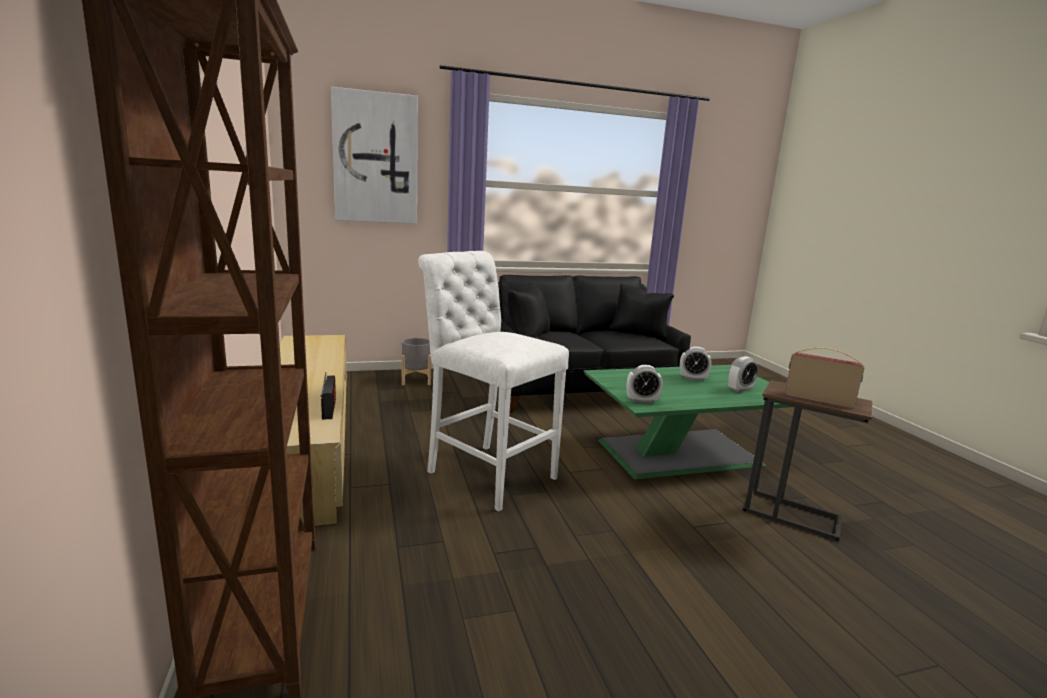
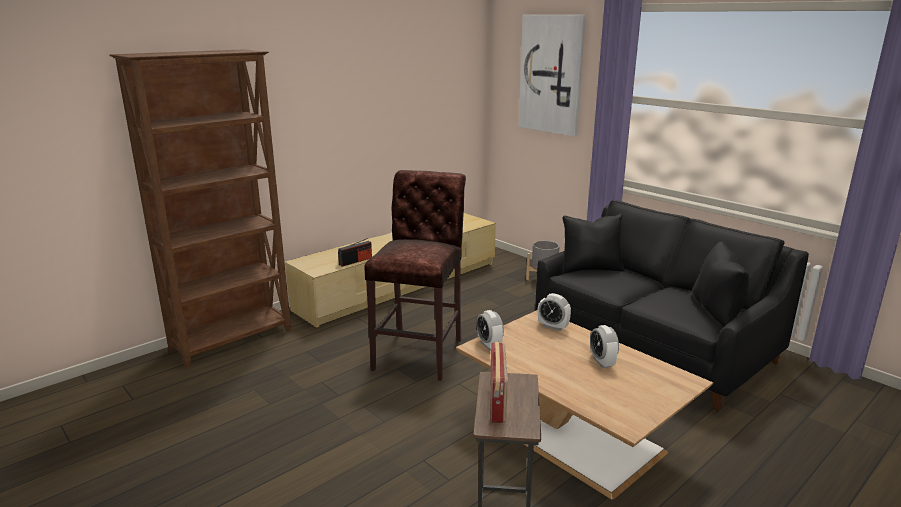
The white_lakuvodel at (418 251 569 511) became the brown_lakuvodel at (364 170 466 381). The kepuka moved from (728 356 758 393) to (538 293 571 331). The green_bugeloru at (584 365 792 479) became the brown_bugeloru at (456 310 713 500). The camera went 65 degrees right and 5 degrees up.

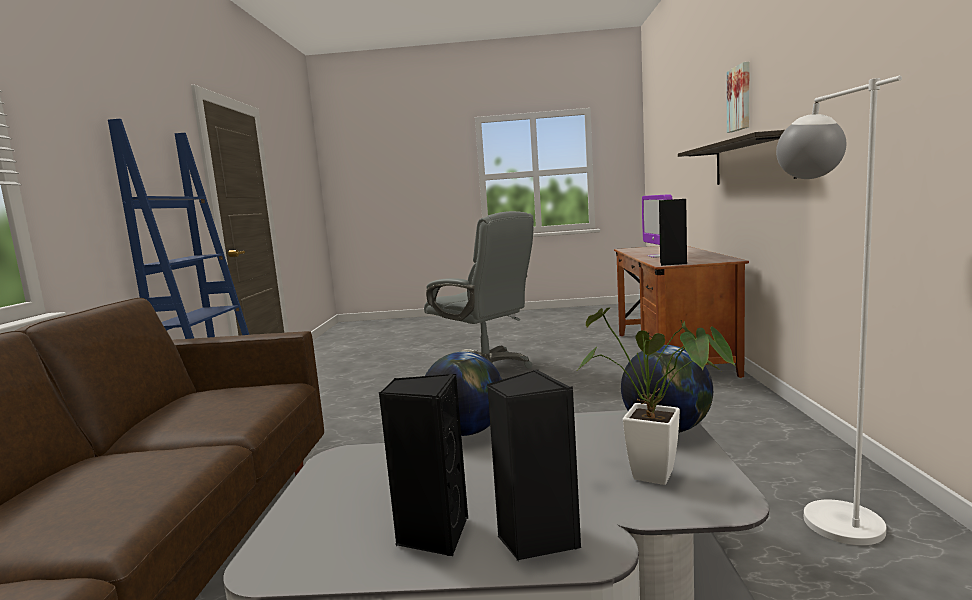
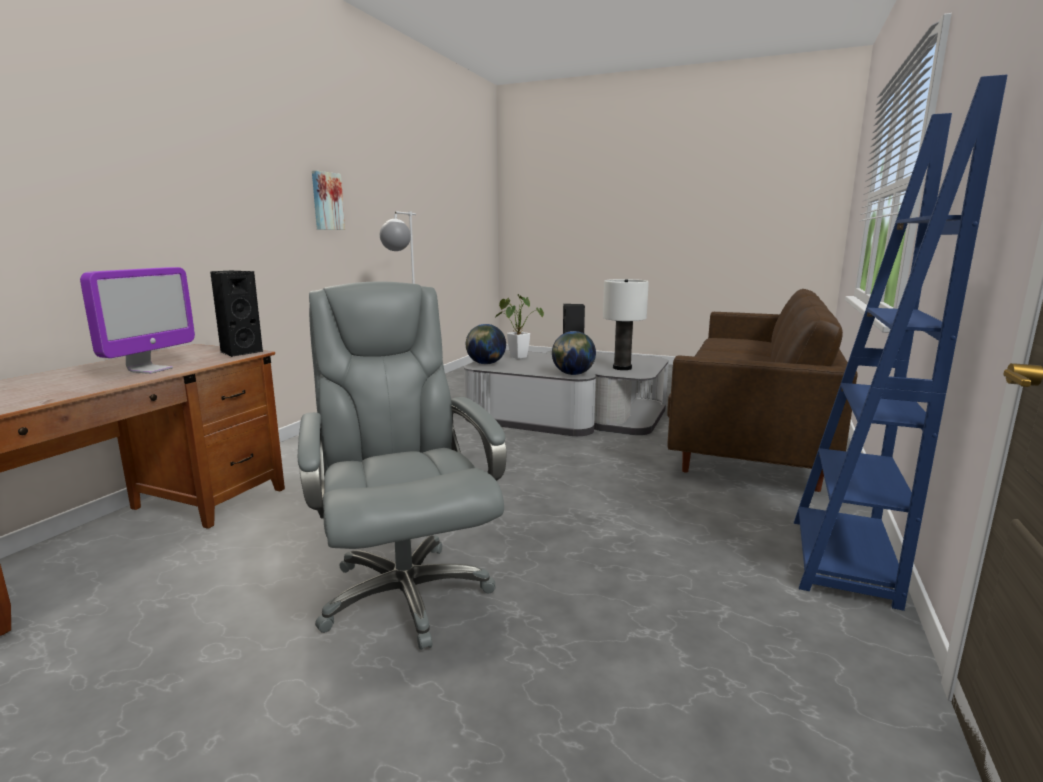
The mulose moved from (727 62 749 133) to (312 170 345 230). The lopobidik at (678 130 796 185) disappeared. The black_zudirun at (378 374 468 556) disappeared. The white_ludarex at (603 279 649 370) appeared. The camera went 160 degrees left and 5 degrees up.

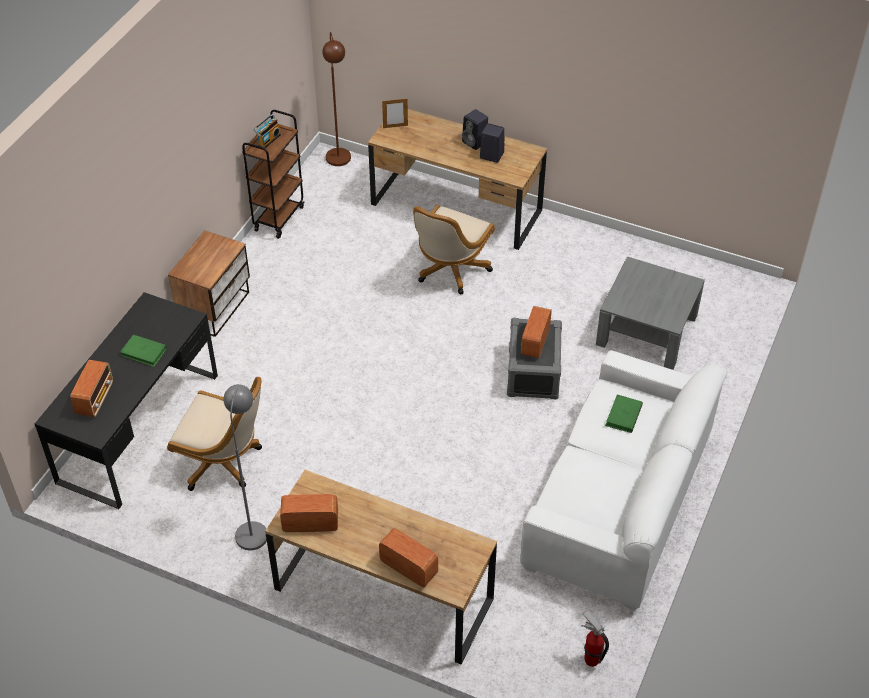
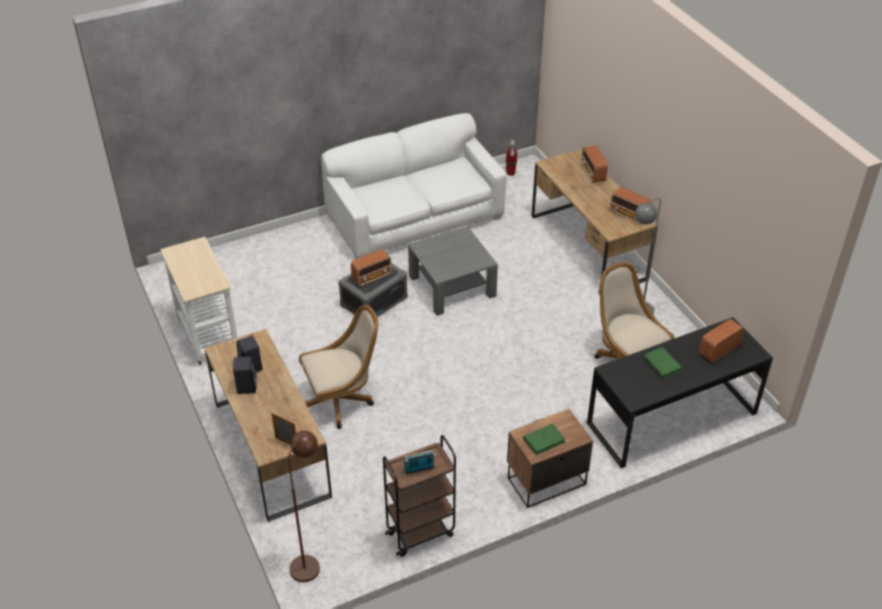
The grey_bugeloru moved from (596 257 705 370) to (408 226 498 316). The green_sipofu moved from (605 394 643 433) to (523 423 566 455). The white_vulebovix at (160 237 238 364) appeared. The camera went 140 degrees left and 5 degrees down.

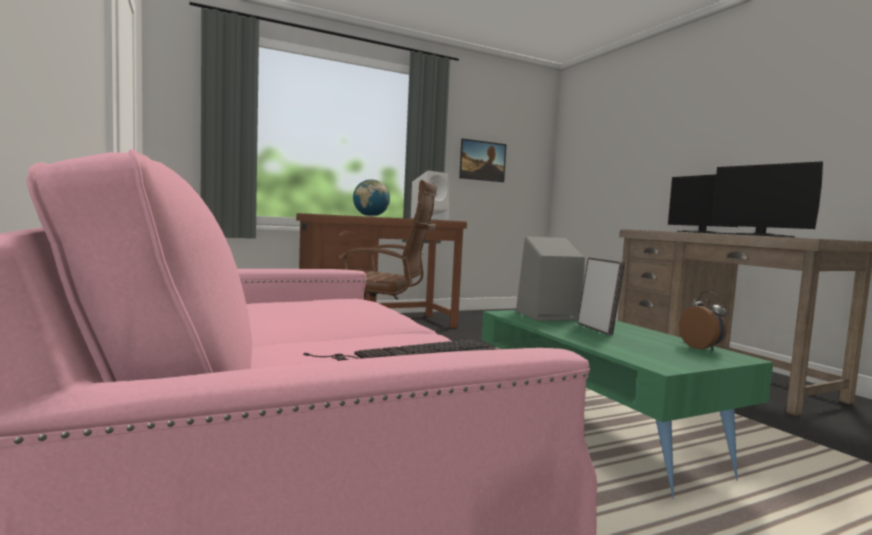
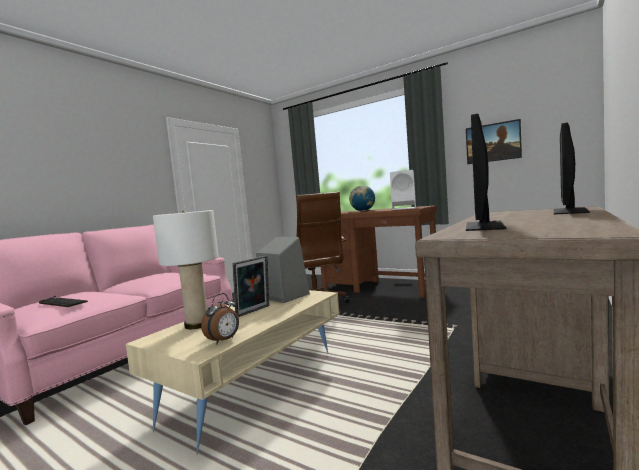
The green_bugeloru at (481 310 773 499) became the beige_bugeloru at (126 290 340 454). The white_ludarex at (153 210 219 329) appeared. The camera went 60 degrees right and 0 degrees up.

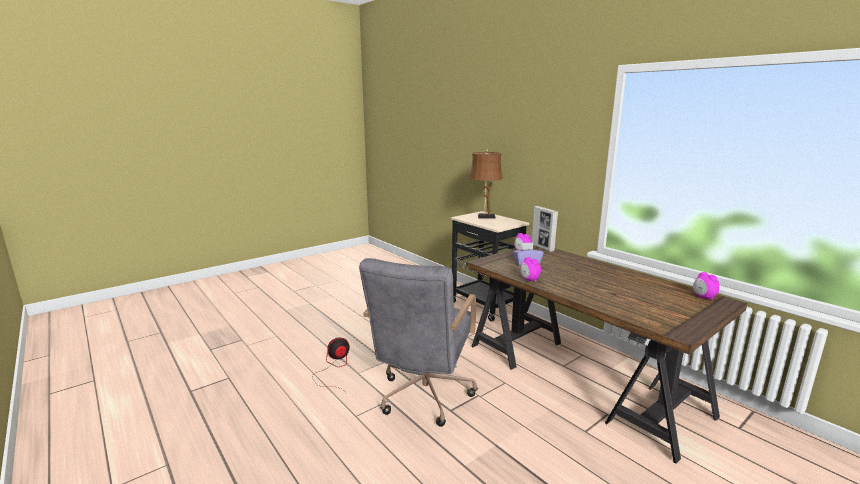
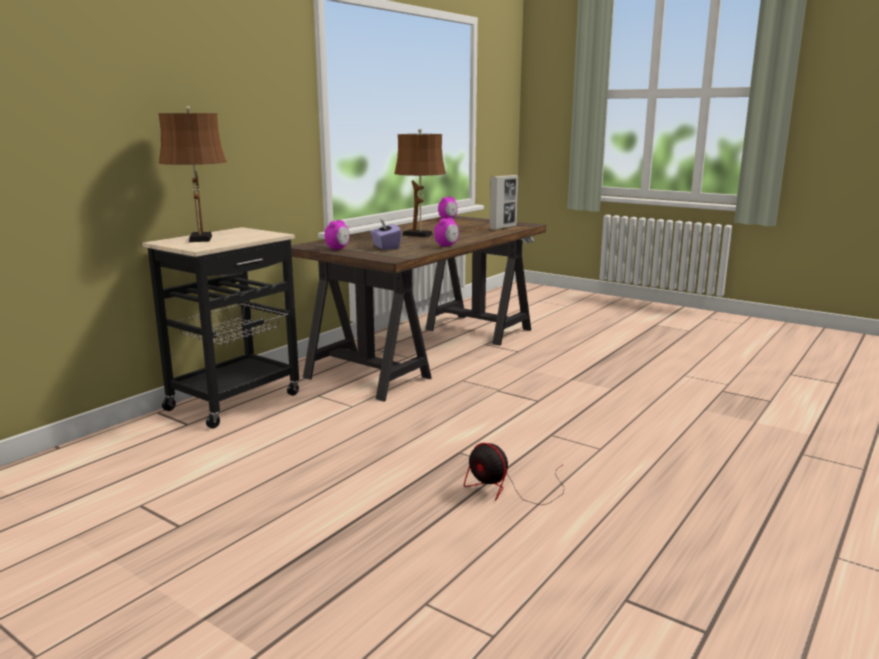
The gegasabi moved from (532 206 558 252) to (489 175 518 230). The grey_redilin at (359 258 478 427) disappeared. The brown_ludarex at (394 129 446 237) appeared. The camera went 105 degrees left and 0 degrees up.

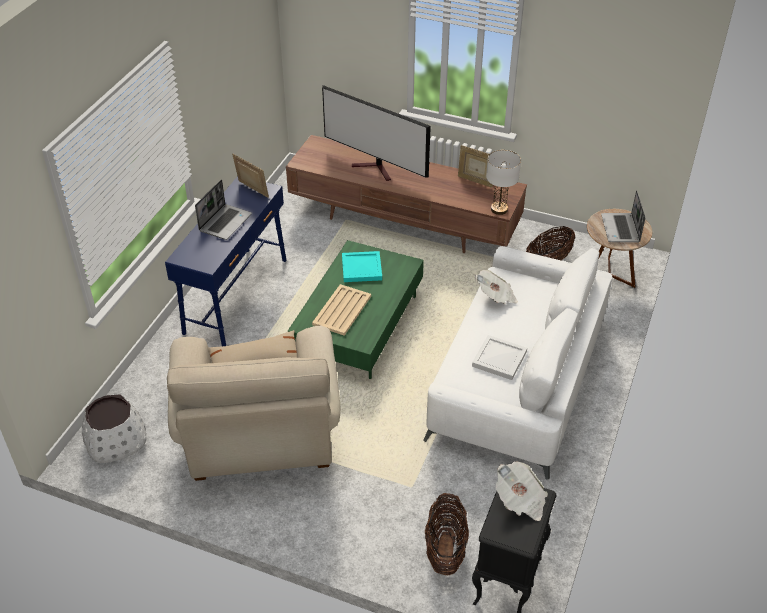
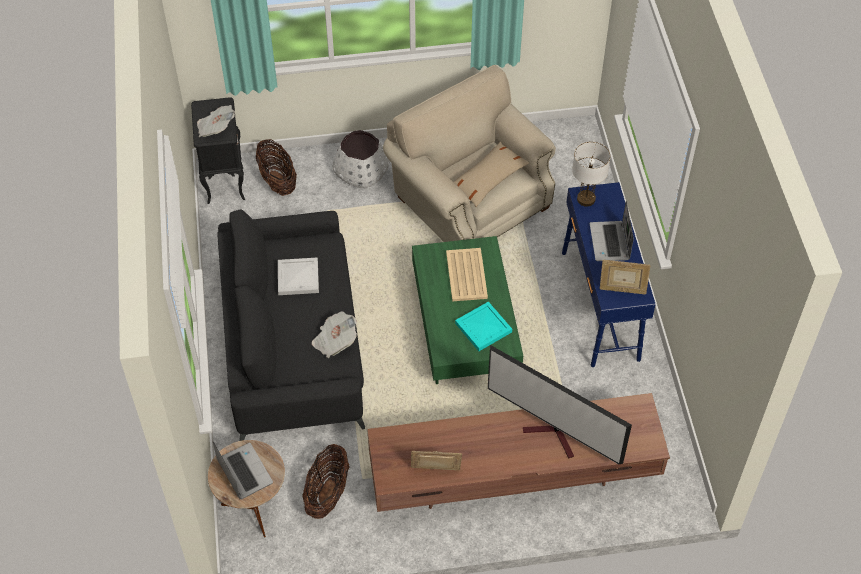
The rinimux at (322 85 431 181) turned 150 degrees counterclockwise. The ludarex moved from (486 150 521 215) to (572 142 611 207). The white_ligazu at (423 246 612 480) became the black_ligazu at (217 210 365 441). The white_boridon moved from (82 395 146 463) to (332 130 390 188). The camera went 150 degrees right and 10 degrees up.

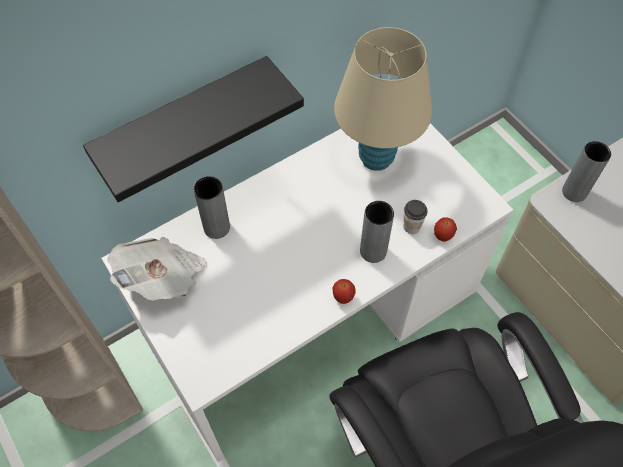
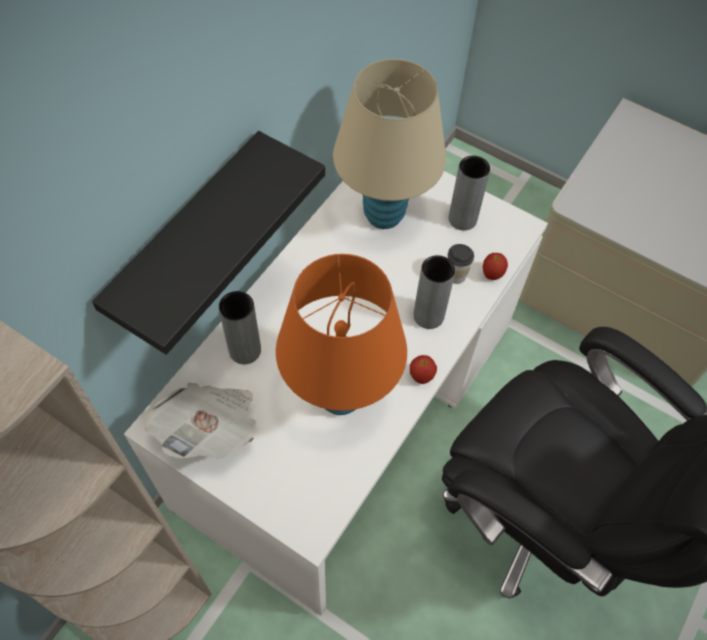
The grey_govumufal moved from (562 141 611 202) to (449 156 490 230). The orange_ludarex at (276 254 407 415) appeared. The camera went 25 degrees left and 0 degrees up.

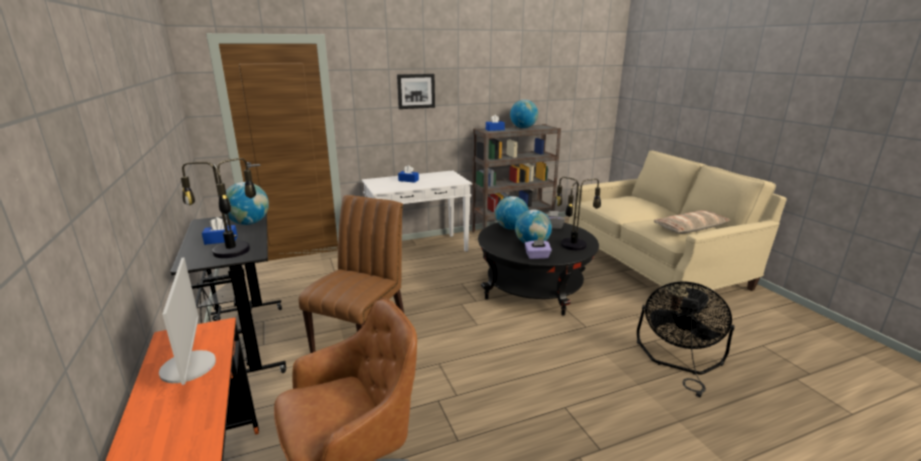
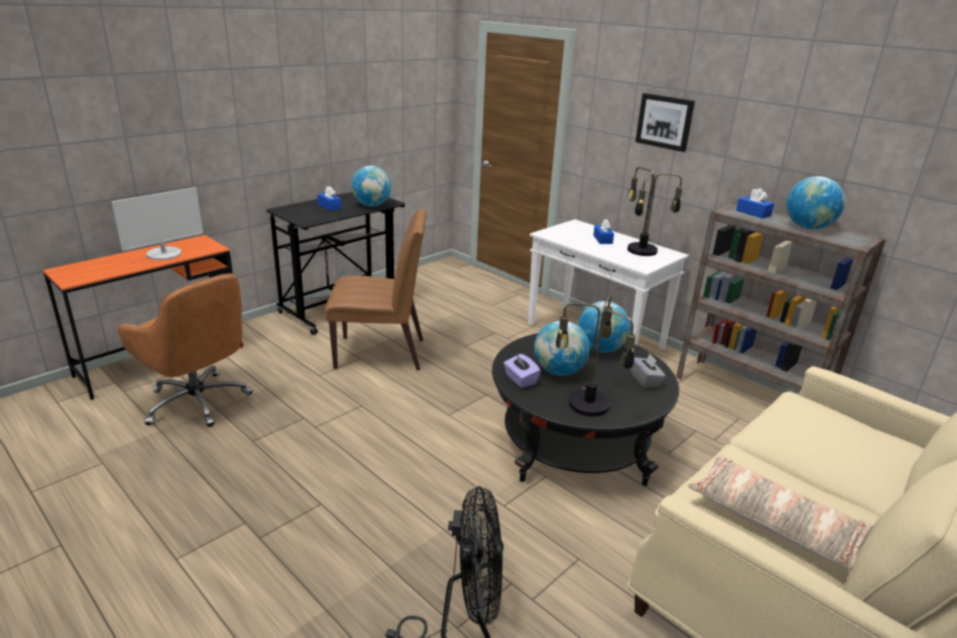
The ludarex moved from (181 158 256 258) to (627 167 683 256). The camera went 65 degrees right and 5 degrees up.

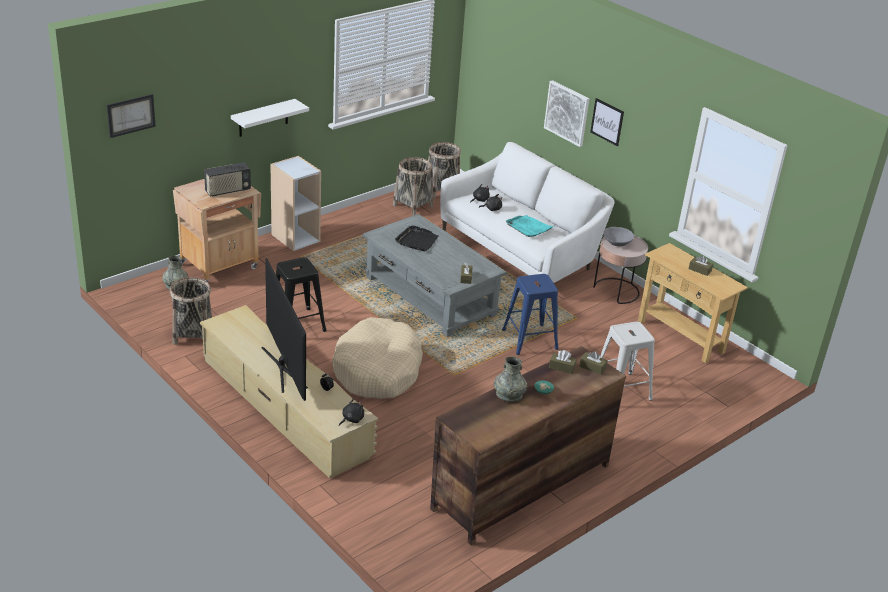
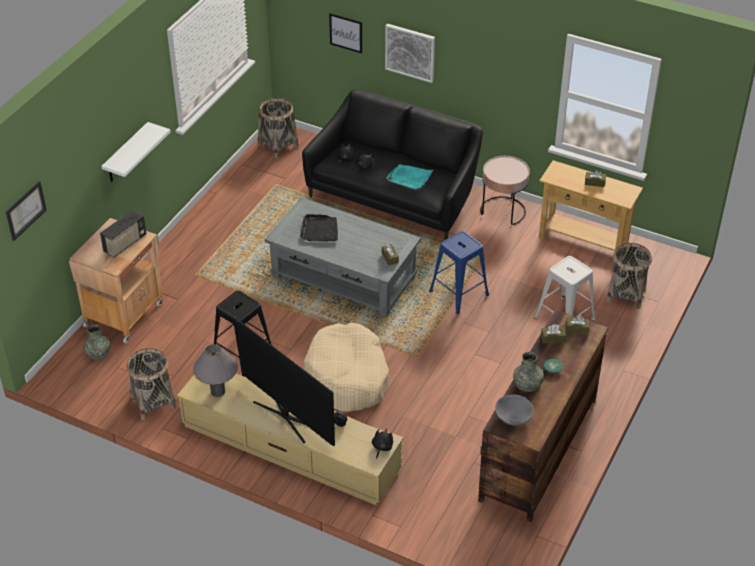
The mulose moved from (590 98 624 146) to (329 13 362 53). The white_ligazu at (440 142 614 283) became the black_ligazu at (302 89 483 240). The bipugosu at (270 156 321 251) disappeared. The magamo moved from (393 157 433 216) to (606 243 652 309). The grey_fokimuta moved from (603 227 634 246) to (495 395 534 425). The grey_ludarex at (193 344 238 397) appeared. The camera went 20 degrees left and 10 degrees up.

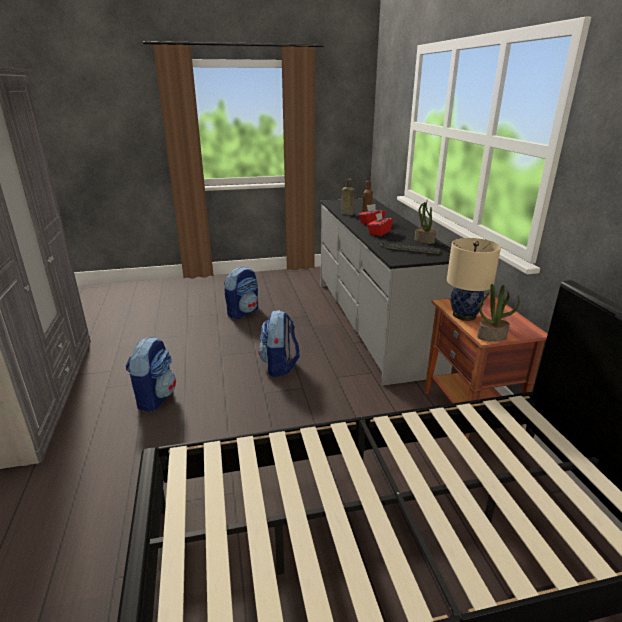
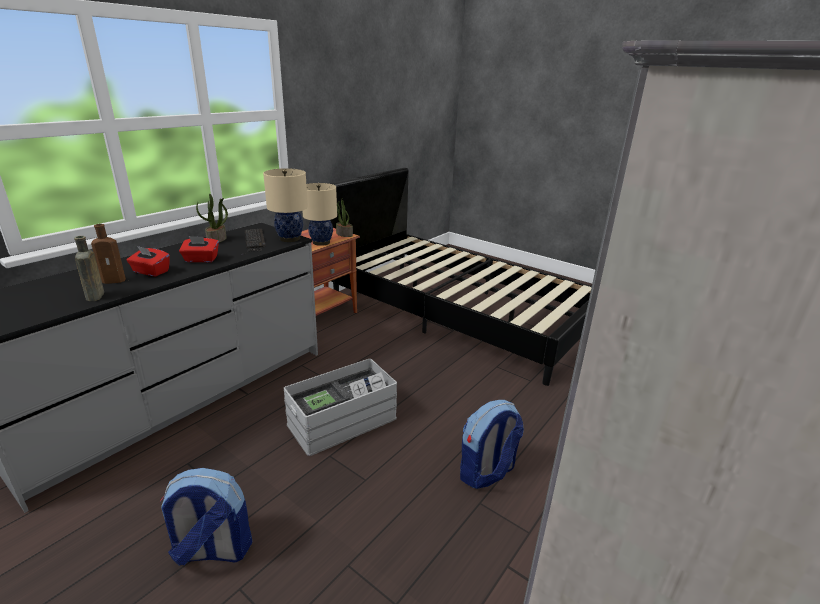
The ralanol at (258 310 300 377) was replaced by the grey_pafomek at (284 359 397 456). The beige_ludarex at (263 168 308 242) appeared. The camera went 130 degrees left and 0 degrees up.

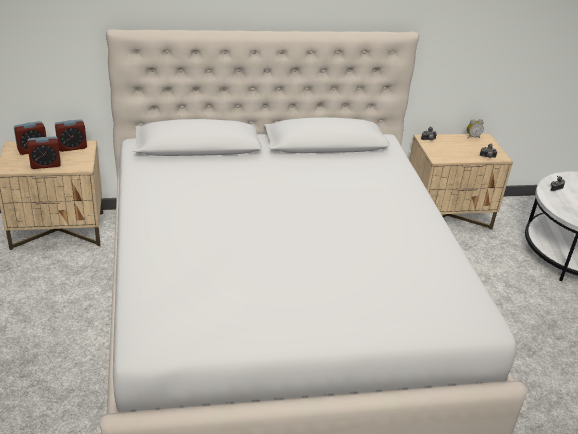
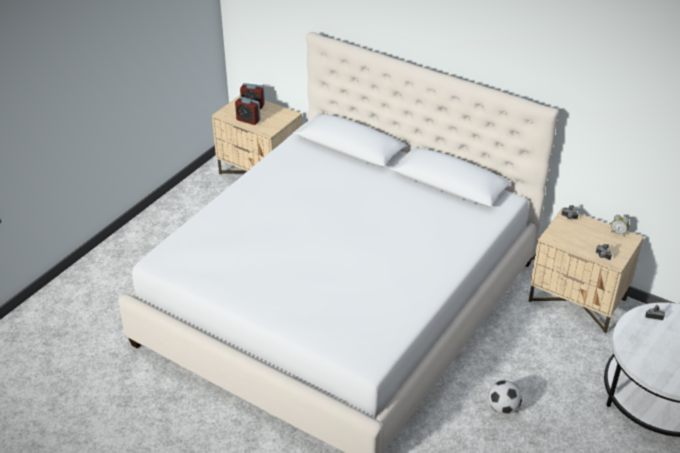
The kepuka at (55 119 87 152) disappeared. The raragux at (488 380 522 415) appeared. The camera went 45 degrees right and 5 degrees up.

